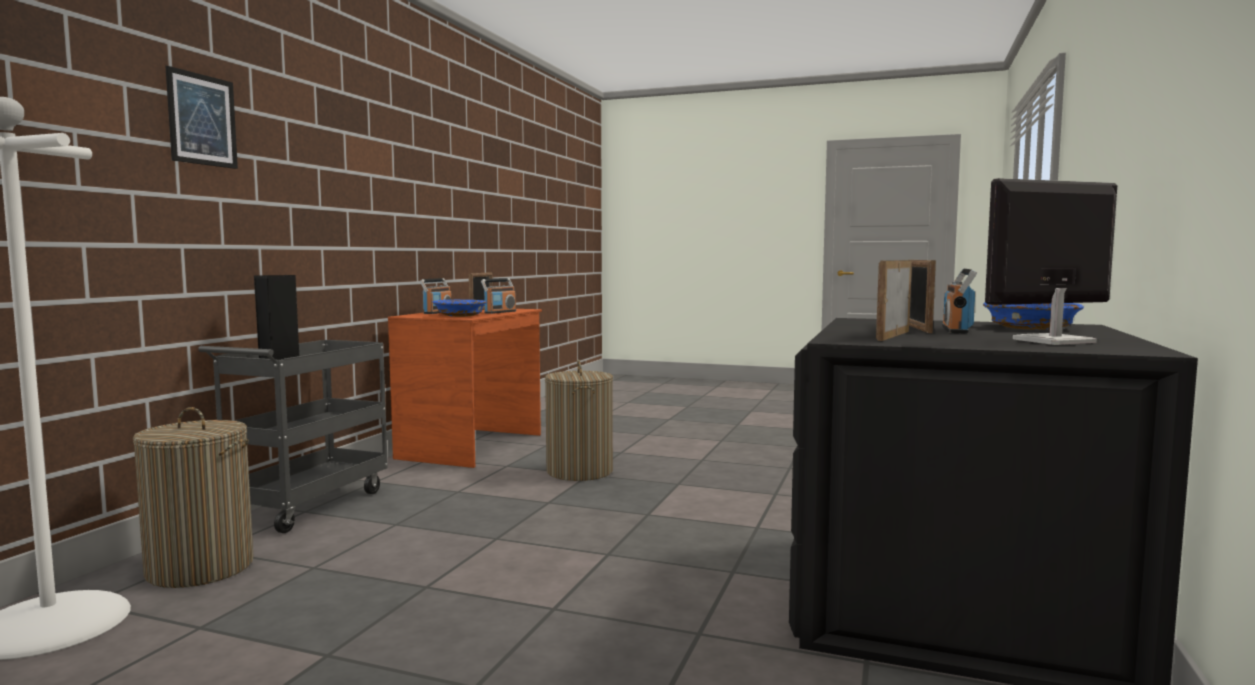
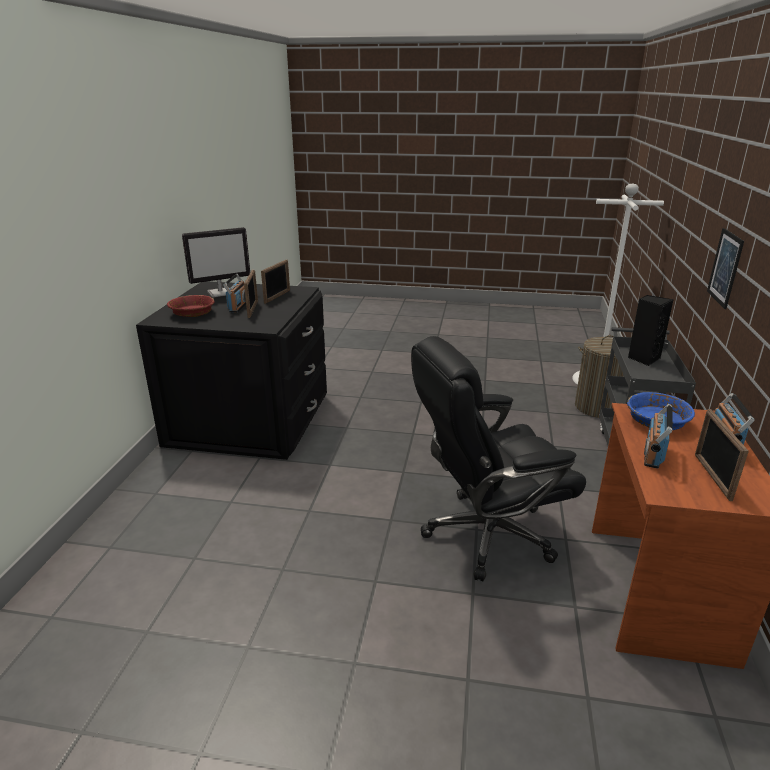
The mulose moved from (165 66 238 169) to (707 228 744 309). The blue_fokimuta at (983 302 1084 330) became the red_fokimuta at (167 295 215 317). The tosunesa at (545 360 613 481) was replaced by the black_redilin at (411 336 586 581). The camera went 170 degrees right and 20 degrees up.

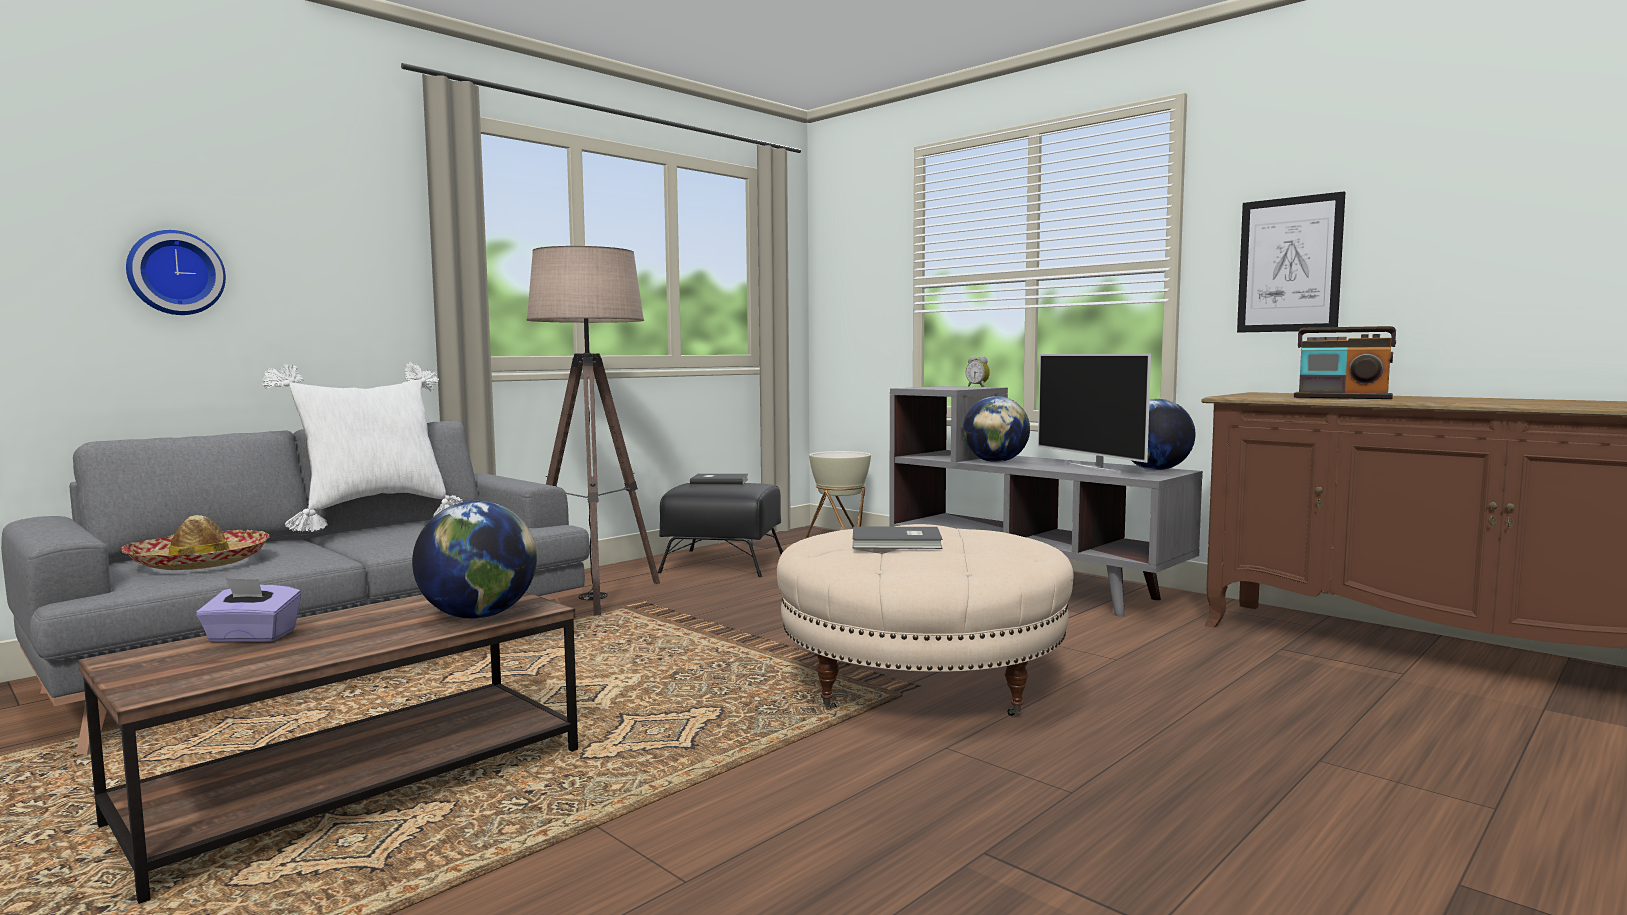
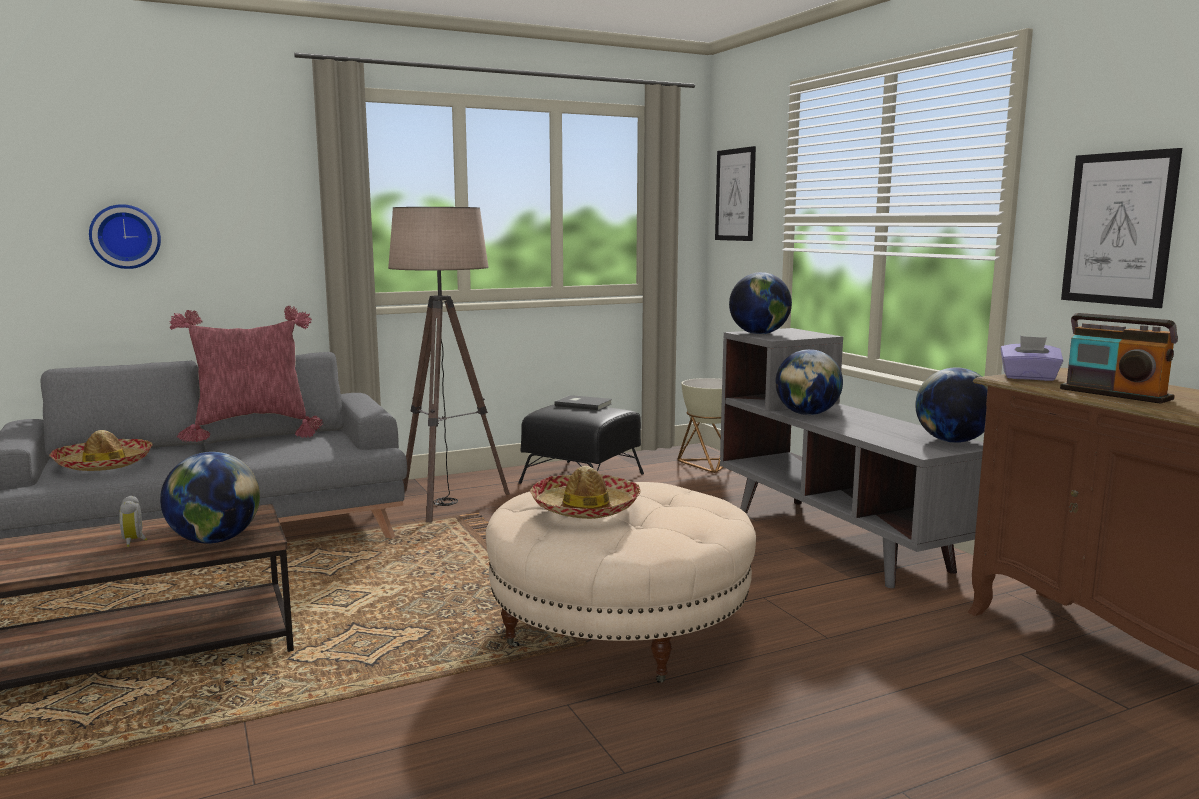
The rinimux at (1038 354 1151 473) disappeared. The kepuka moved from (966 356 990 387) to (120 495 147 547). The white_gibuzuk at (262 362 463 533) became the red_gibuzuk at (169 305 323 442). The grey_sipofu at (852 526 943 549) was replaced by the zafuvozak at (530 466 641 519). The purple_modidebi moved from (196 578 301 642) to (1001 336 1063 381). The mulose at (715 146 756 241) appeared. The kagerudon at (729 272 792 334) appeared. The camera went 20 degrees right and 5 degrees up.

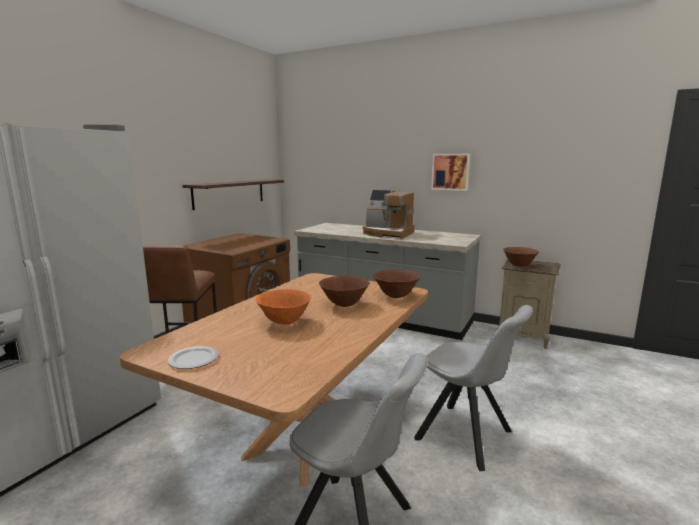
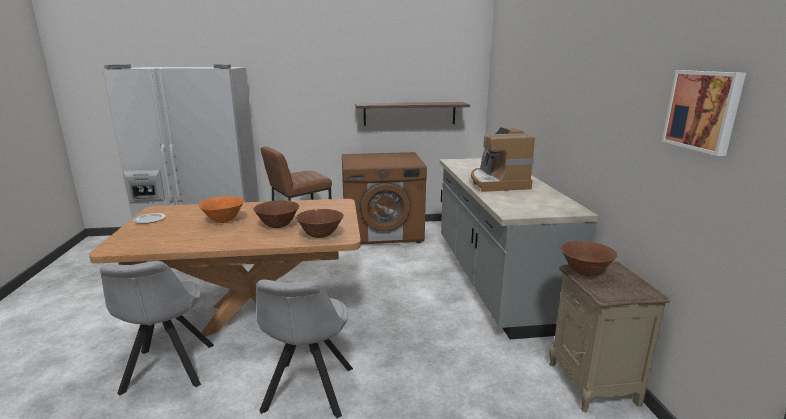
The mulose moved from (431 154 470 191) to (662 70 746 156). The camera went 55 degrees right and 5 degrees up.

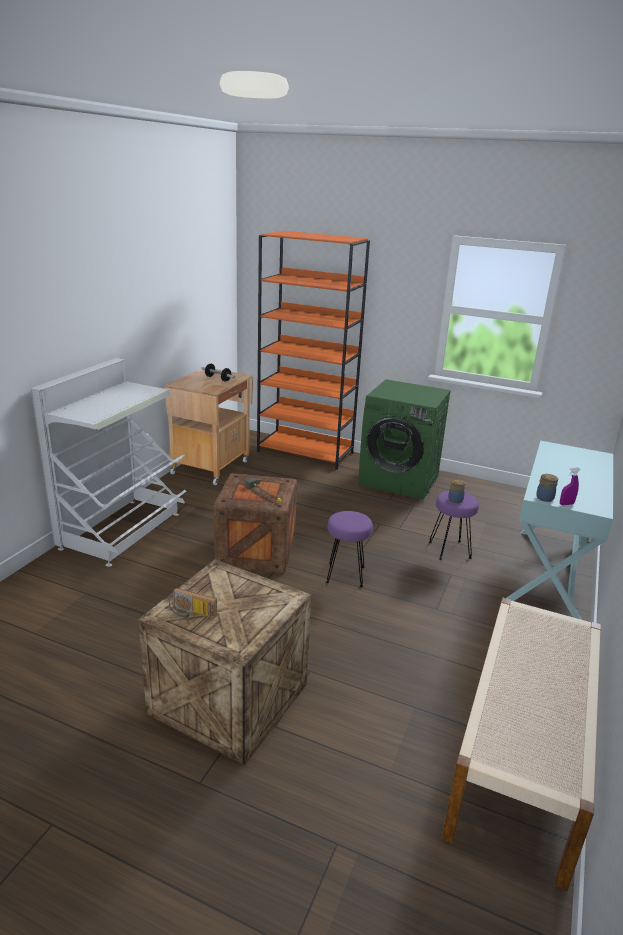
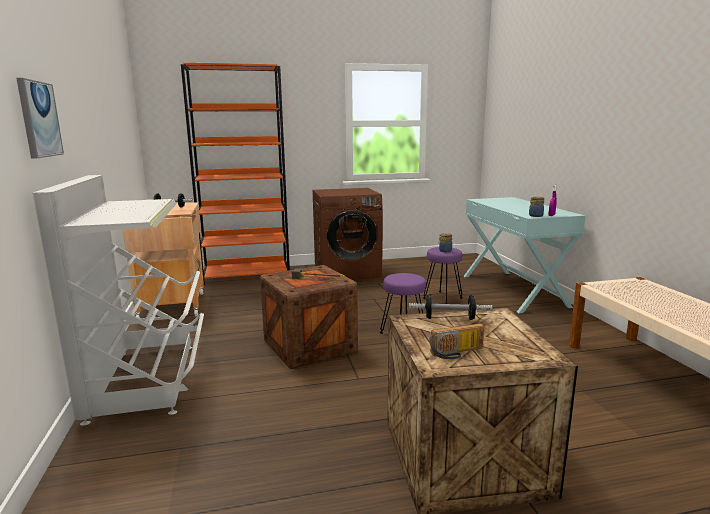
The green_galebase at (358 379 451 500) became the brown_galebase at (312 188 383 280). The mulose at (16 78 64 159) appeared. The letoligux at (409 294 493 320) appeared. The camera went 35 degrees left and 10 degrees down.

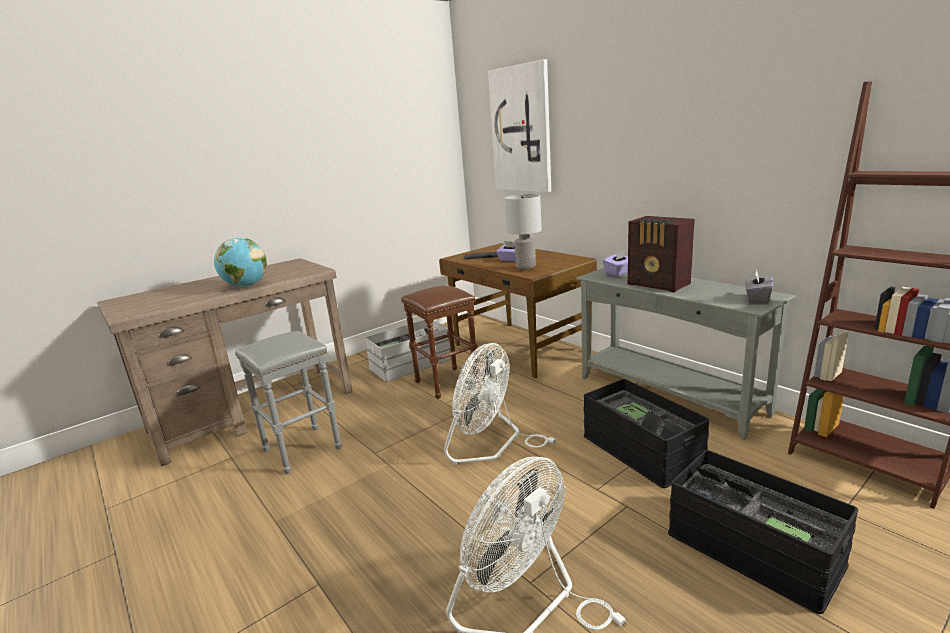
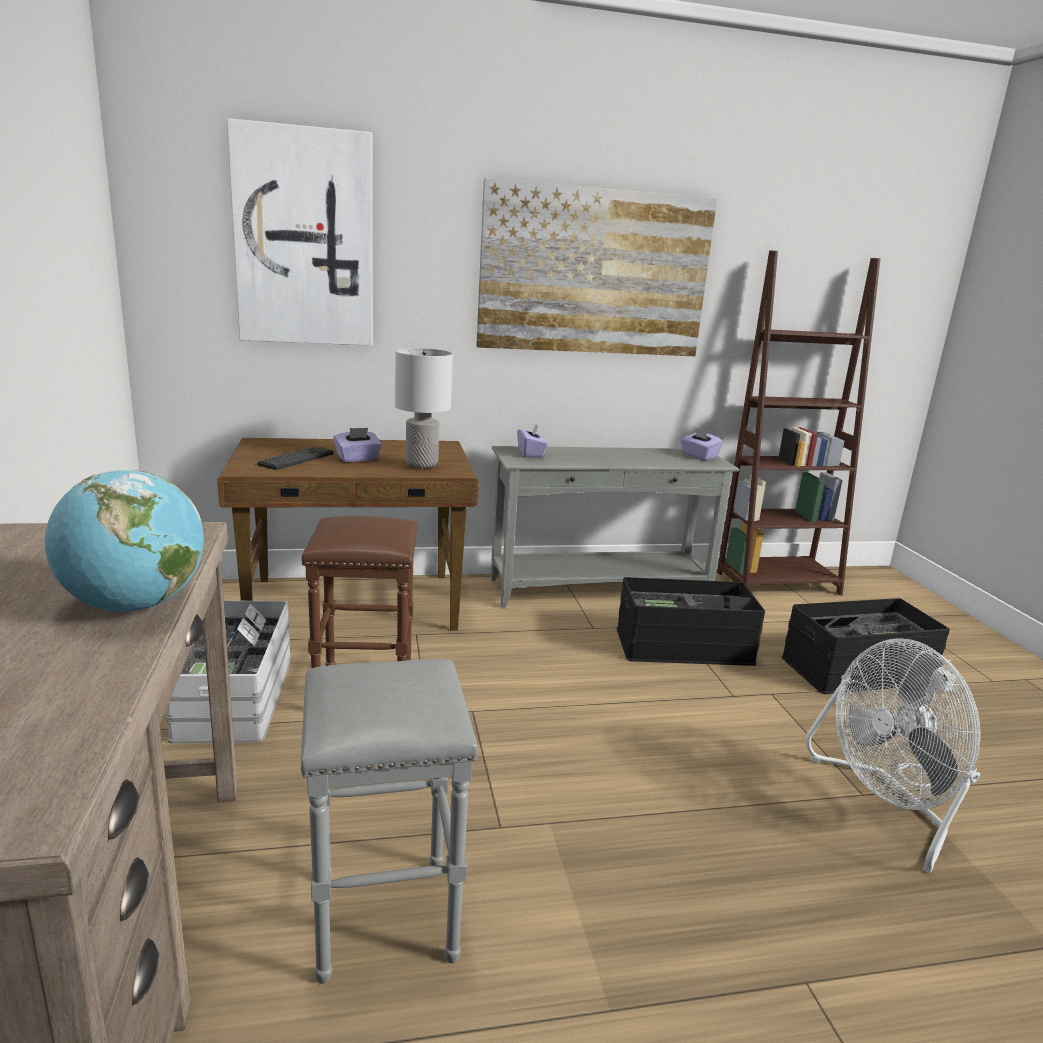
The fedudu at (628 216 695 292) disappeared. The grey_modidebi at (745 270 773 303) became the purple_modidebi at (681 427 723 460). The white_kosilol at (444 343 556 465) disappeared. The mulose at (476 178 717 356) appeared. The camera went 65 degrees left and 0 degrees up.

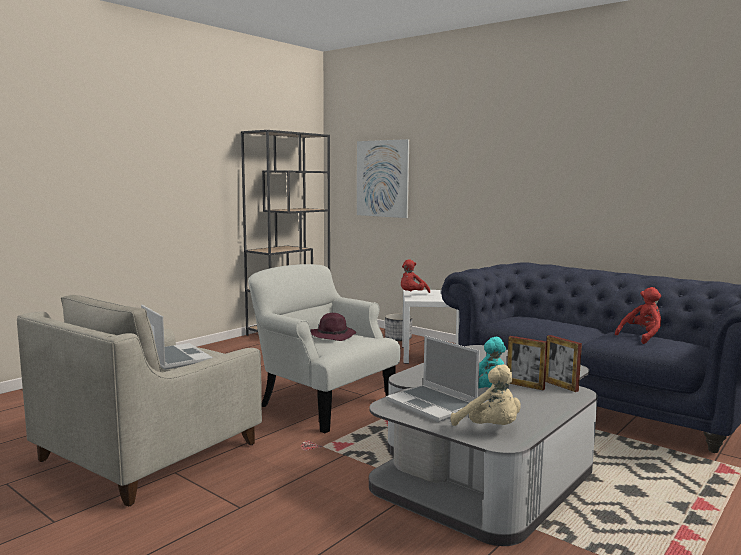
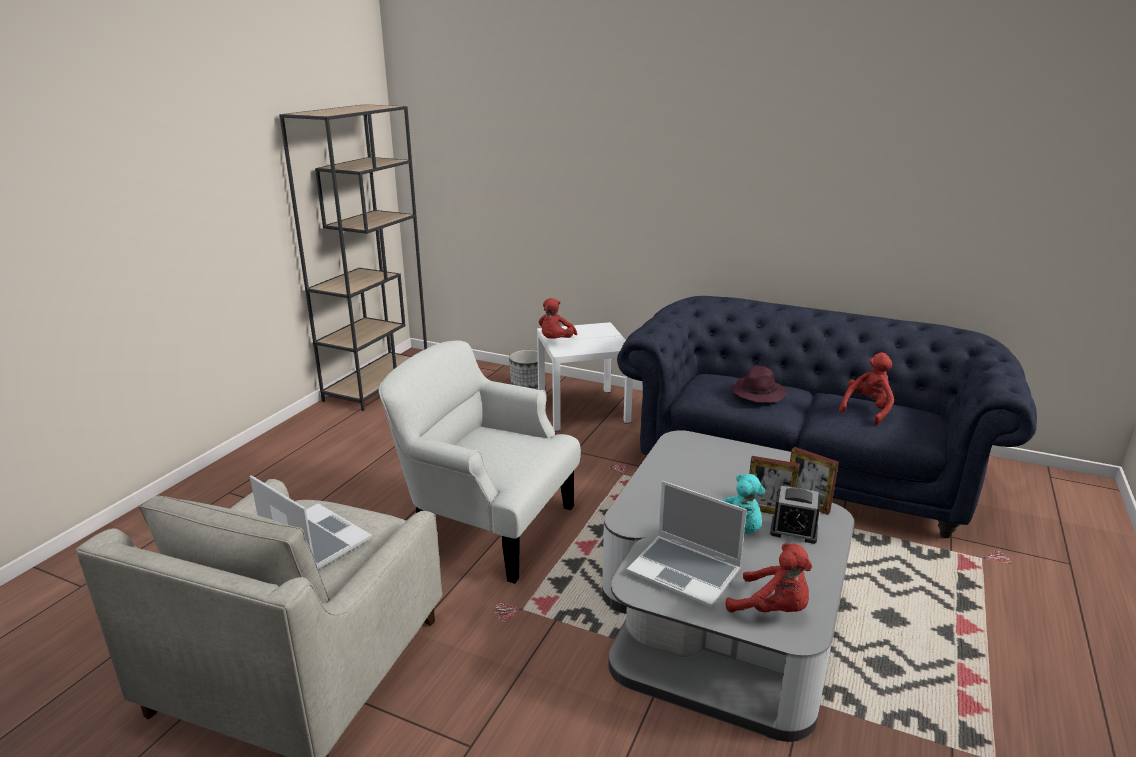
The mulose at (357 139 409 218) disappeared. The purple_zafuvozak moved from (310 313 356 341) to (731 366 786 402). The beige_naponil at (451 364 521 426) became the red_naponil at (726 543 812 612). The kepuka at (770 485 821 544) appeared. The camera went 15 degrees left and 15 degrees up.

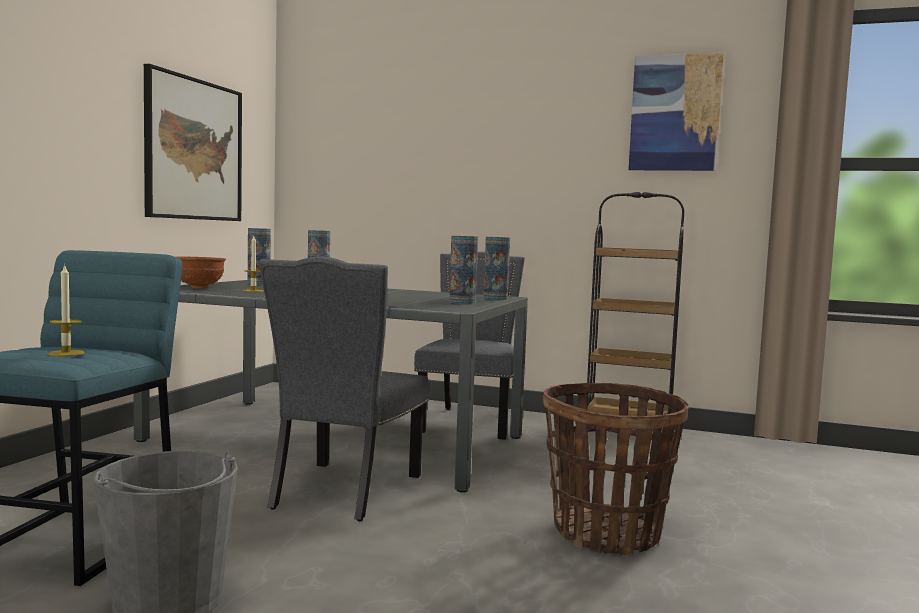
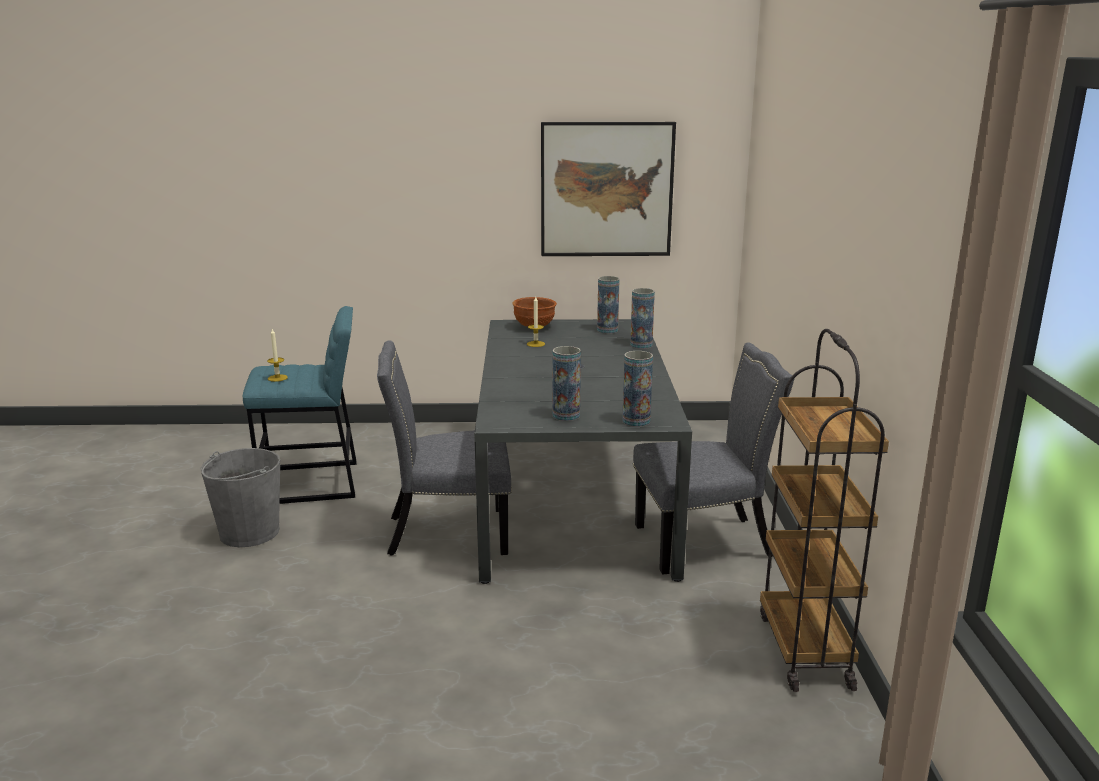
The mulose at (629 52 724 171) disappeared. The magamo at (543 383 689 556) disappeared. The camera went 70 degrees right and 15 degrees up.

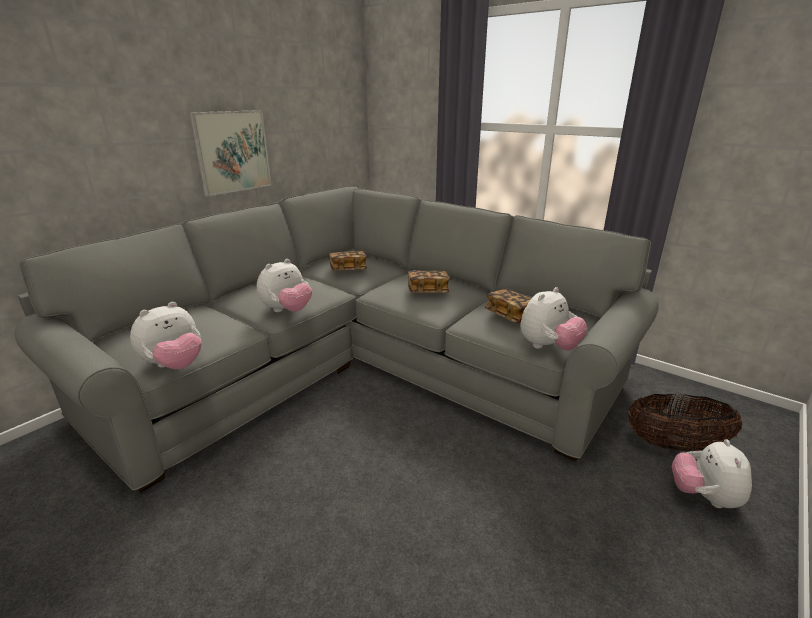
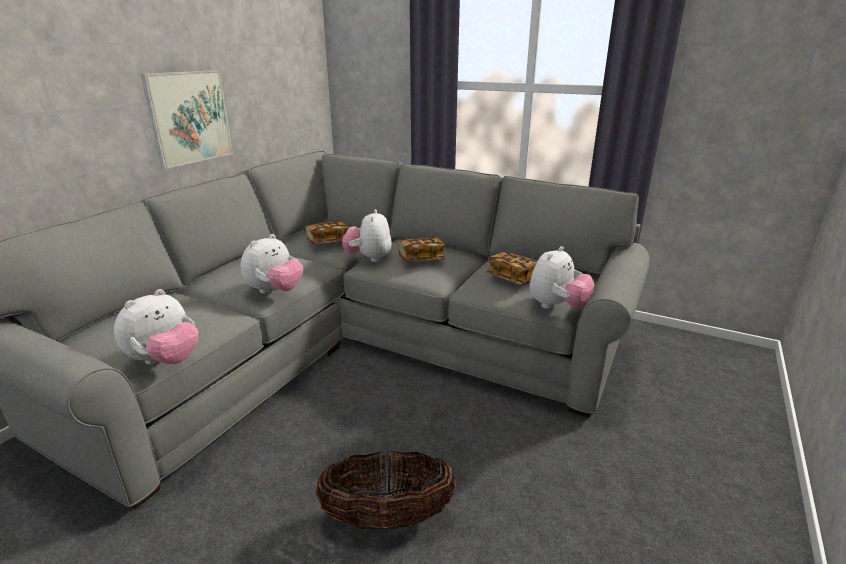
The magamo moved from (628 394 742 451) to (315 450 456 530). The naponil moved from (672 439 752 508) to (342 209 392 262). The camera went 10 degrees left and 0 degrees up.

